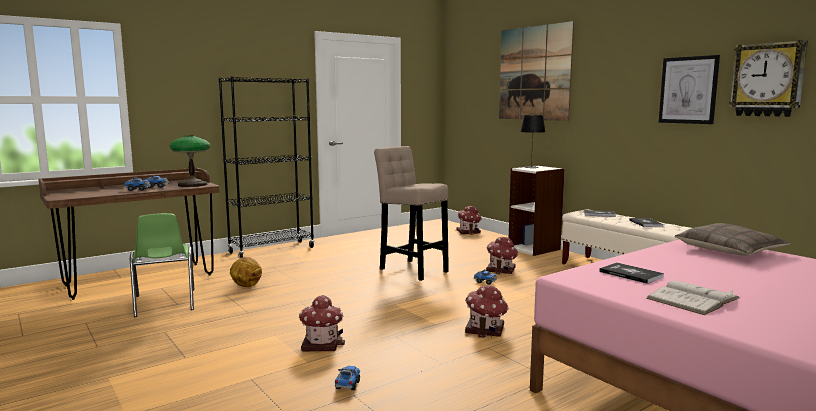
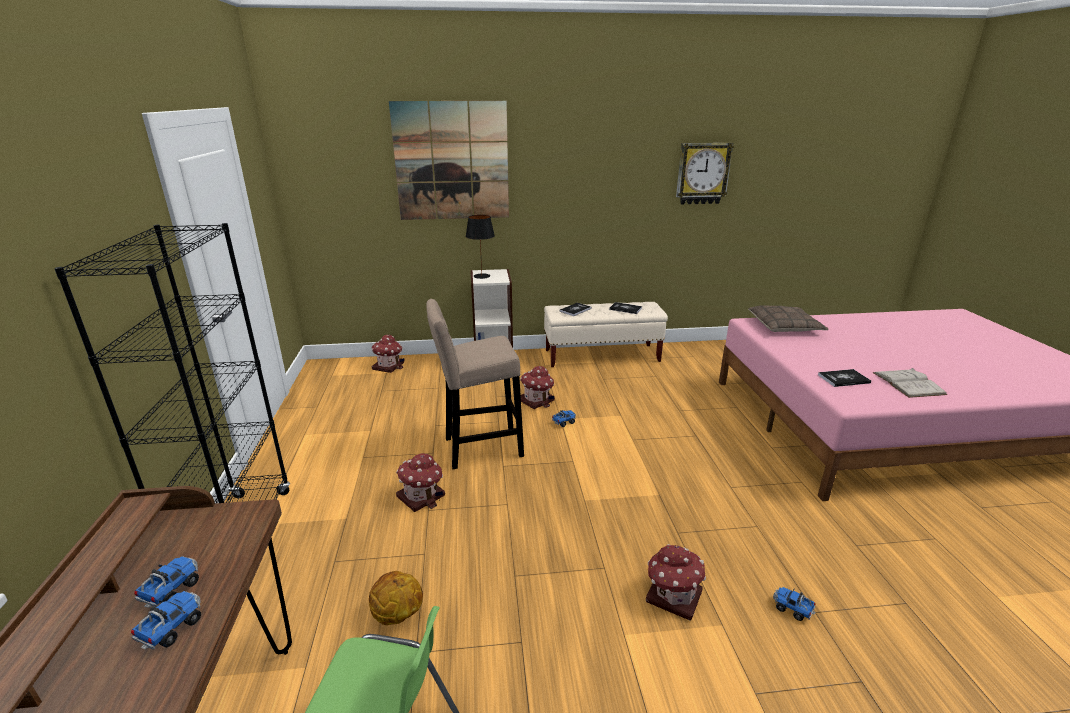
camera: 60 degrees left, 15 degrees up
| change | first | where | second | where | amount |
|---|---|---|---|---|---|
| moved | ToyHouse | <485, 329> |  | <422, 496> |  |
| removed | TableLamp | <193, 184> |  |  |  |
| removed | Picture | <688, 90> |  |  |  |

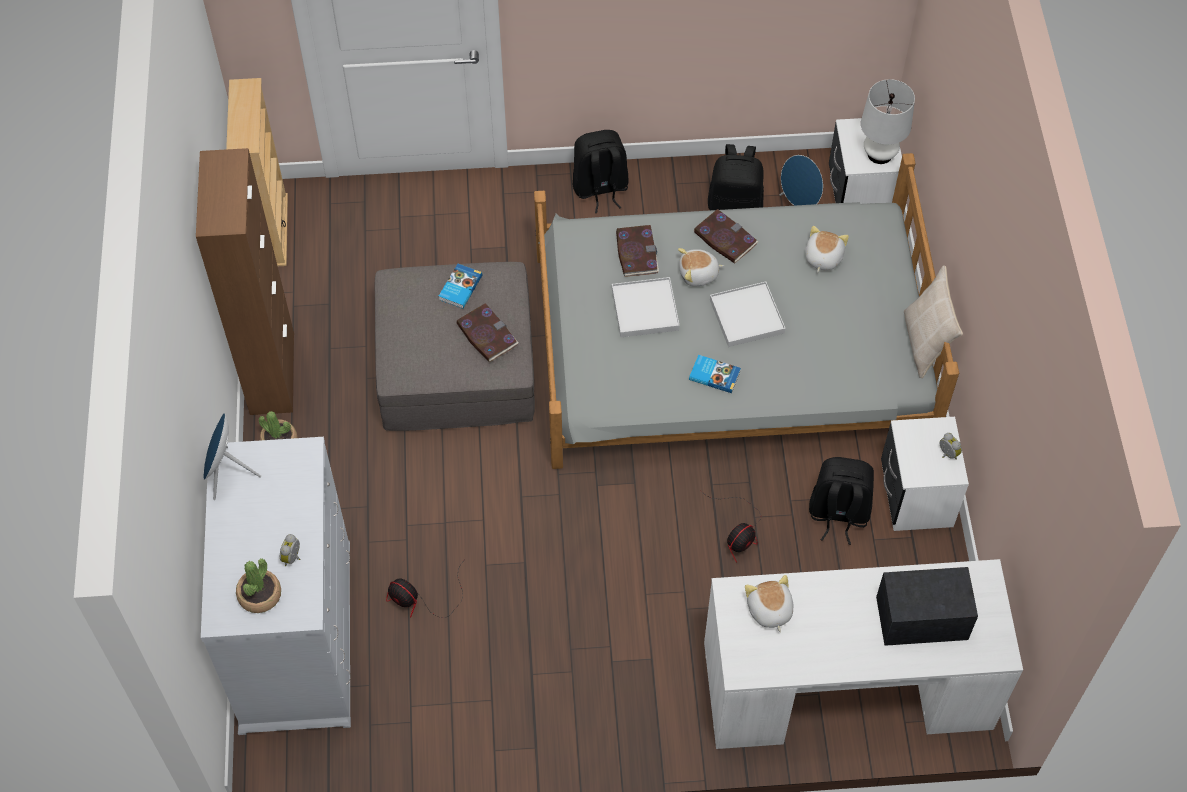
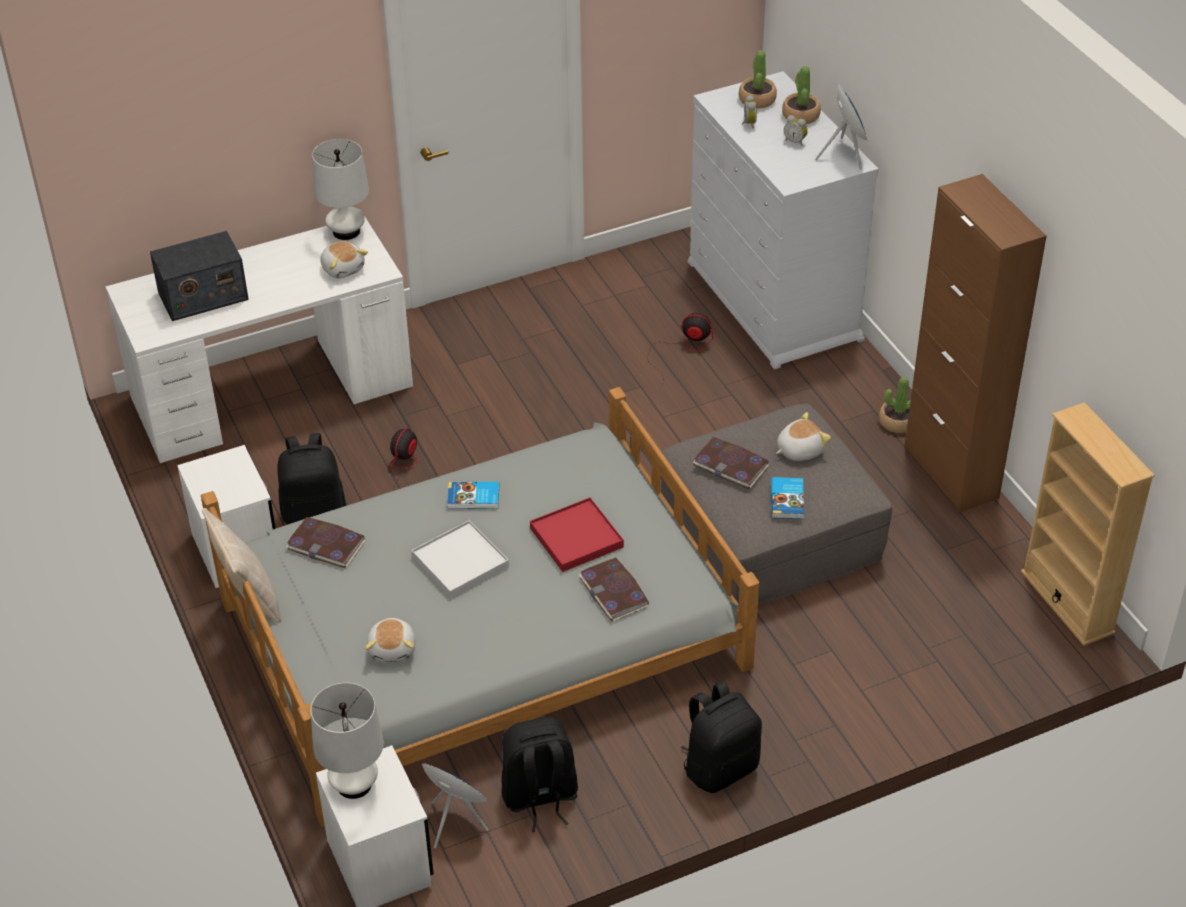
camera: 160 degrees right, 15 degrees down
| change | first | where | second | where | amount |
|---|---|---|---|---|---|
| moved | Book | <724, 238> |  | <326, 545> |  |
| added |  |  | WhiteTableLamp | <346, 231> |  |
| recoloured | WhiteTray | <645, 309> | RedTray | <576, 537> |  |
| moved | PlushToy | <698, 274> |  | <799, 450> |  |
| added |  |  | PottedPlant | <800, 115> |  |
| moved | AlarmClock | <947, 454> |  | <795, 141> |  |

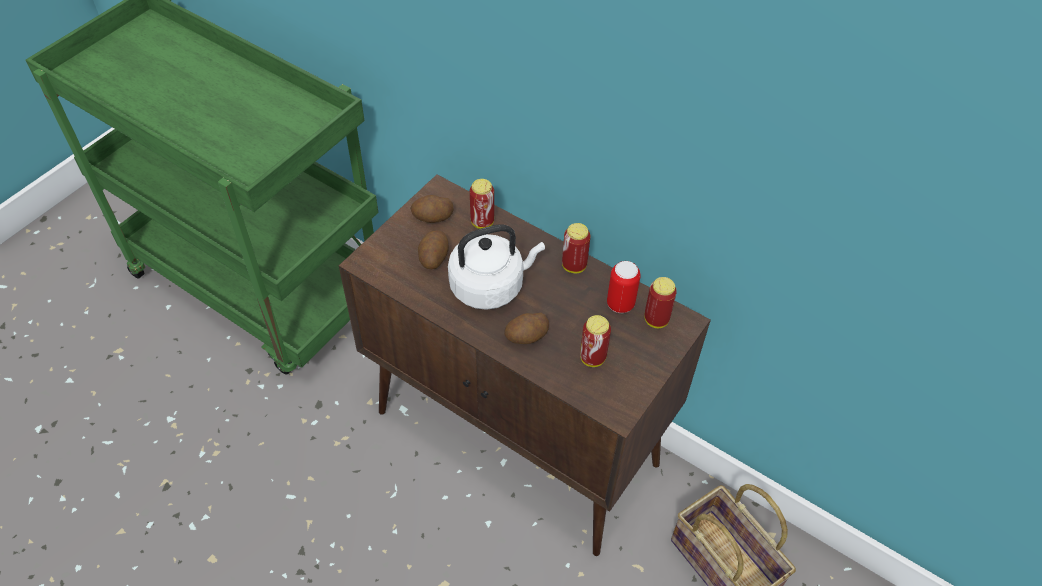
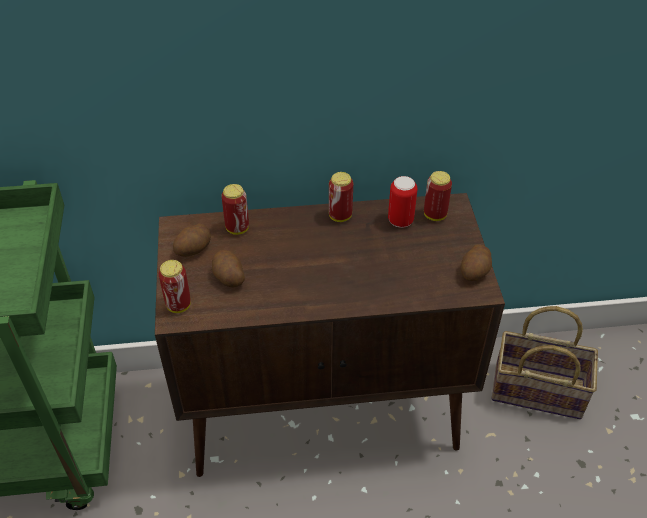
camera: 40 degrees left, 5 degrees down
| change | first | where | second | where | amount |
|---|---|---|---|---|---|
| moved | Can | <592, 358> |  | <178, 305> |  |
| moved | Potato | <527, 336> |  | <475, 271> |  |
| removed | WhiteKettle | <490, 286> |  |  |  |

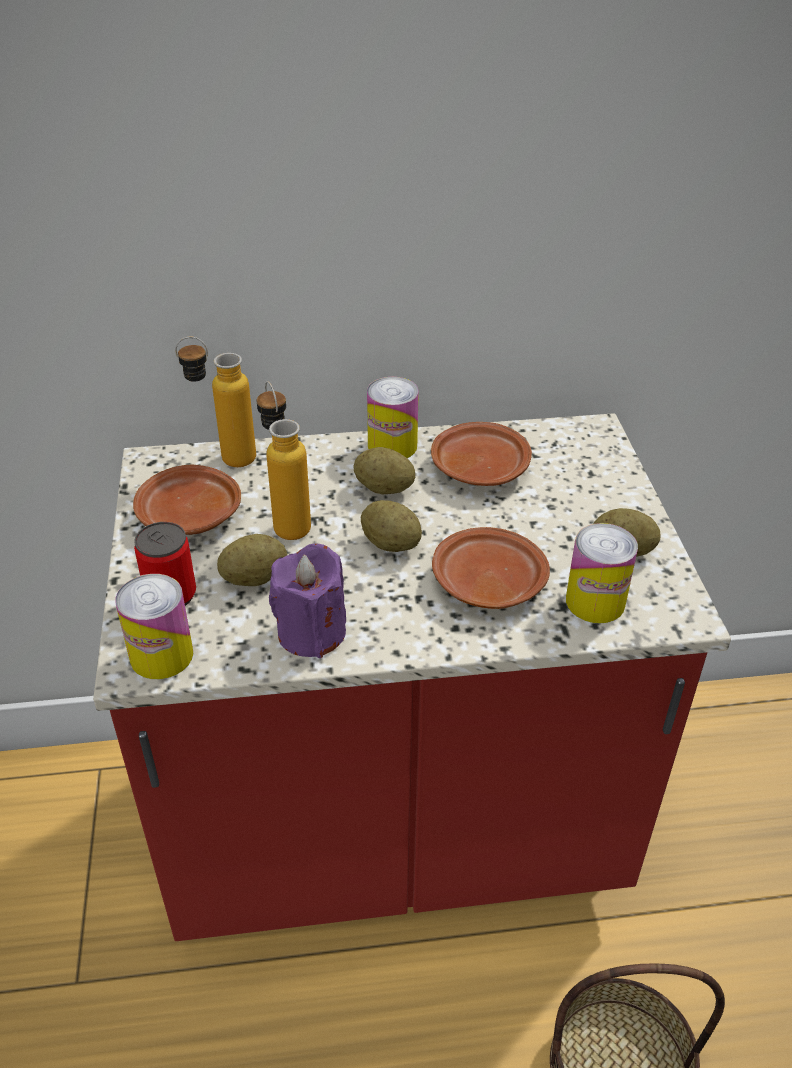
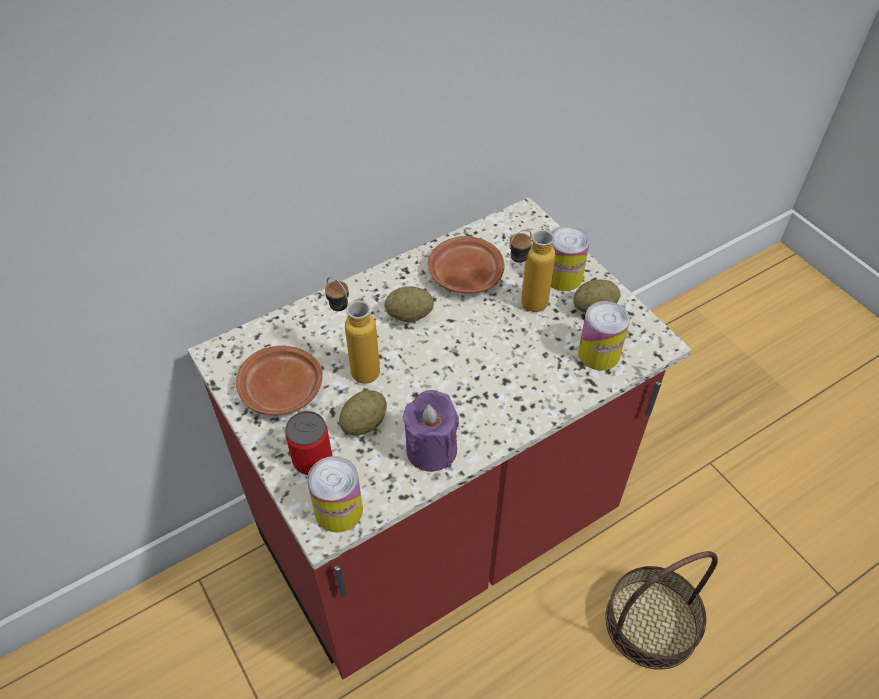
camera: 25 degrees left, 10 degrees up
| change | first | where | second | where | amount |
|---|---|---|---|---|---|
| moved | Bottle | <224, 459> |  | <524, 307> |  |
| moved | Can | <392, 446> |  | <563, 276> |  |
| removed | Potato | <390, 544> |  |  |  |
| removed | BrownPlate | <487, 583> |  |  |  |

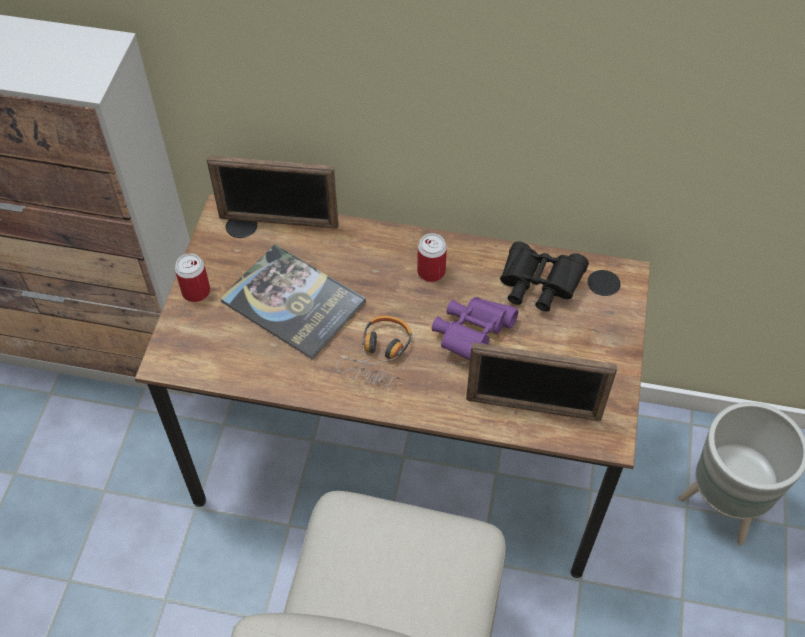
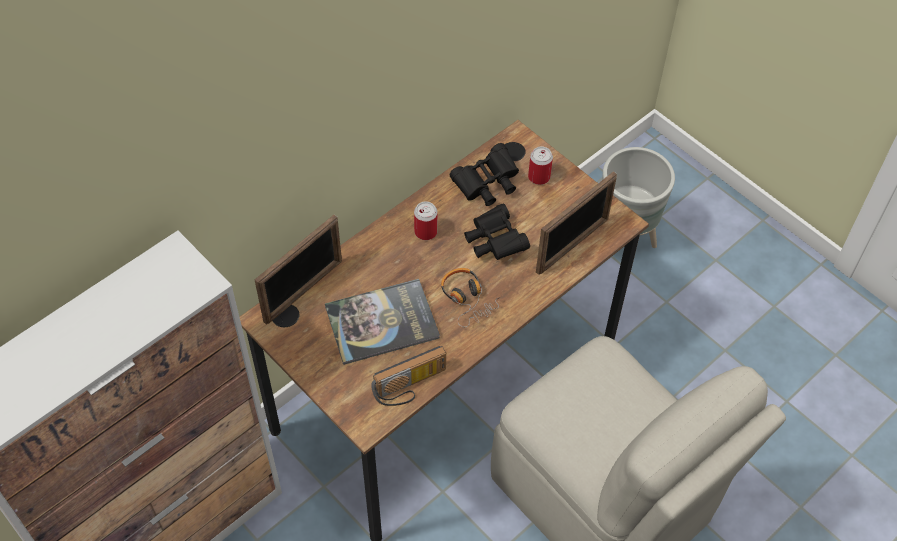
camera: 55 degrees left, 0 degrees up
| change | first | where | second | where | amount |
|---|---|---|---|---|---|
| added |  |  | Radio | <411, 387> |  |
| recoloured | PurpleBinoculars | <472, 335> | BlackBinoculars | <494, 242> |  |
| moved | Can | <196, 291> |  | <539, 177> |  |

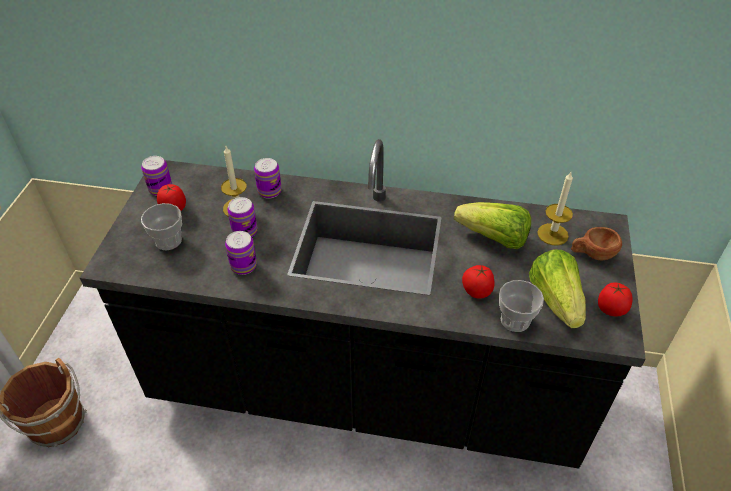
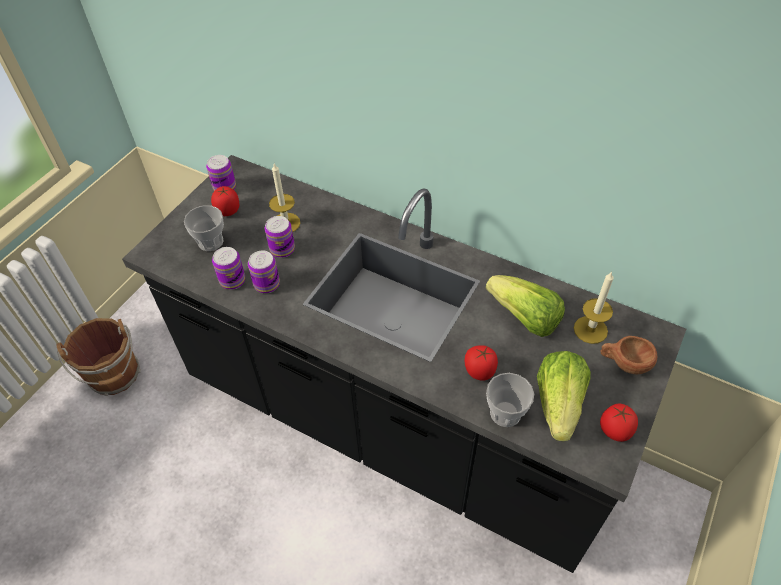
camera: 20 degrees right, 5 degrees up
| change | first | where | second | where | amount |
|---|---|---|---|---|---|
| moved | Can | <269, 191> |  | <232, 280> |  |

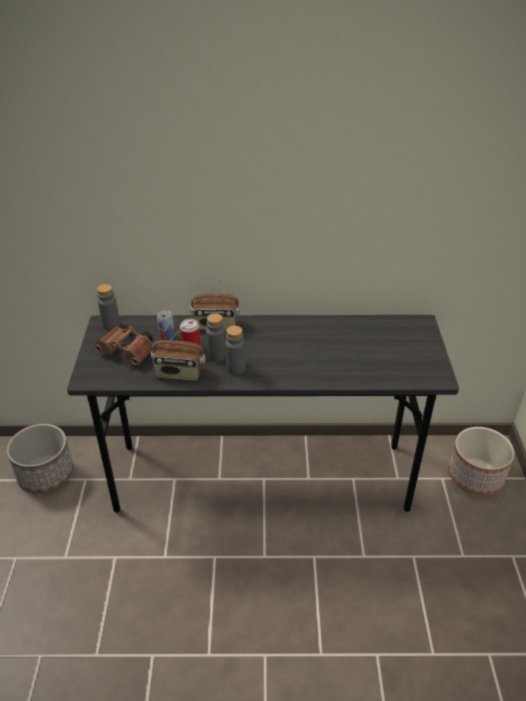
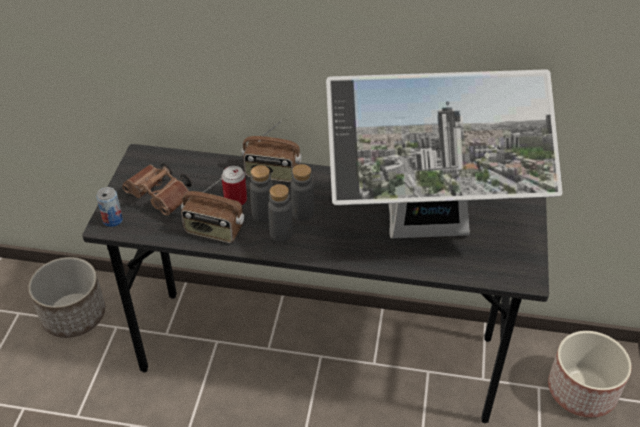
camera: 10 degrees right, 5 degrees up
| change | first | where | second | where | amount |
|---|---|---|---|---|---|
| moved | Can | <167, 338> |  | <112, 220> |  |
| moved | GreyBottle | <111, 325> |  | <302, 213> |  |
| added |  |  | Monitor | <429, 233> |  |

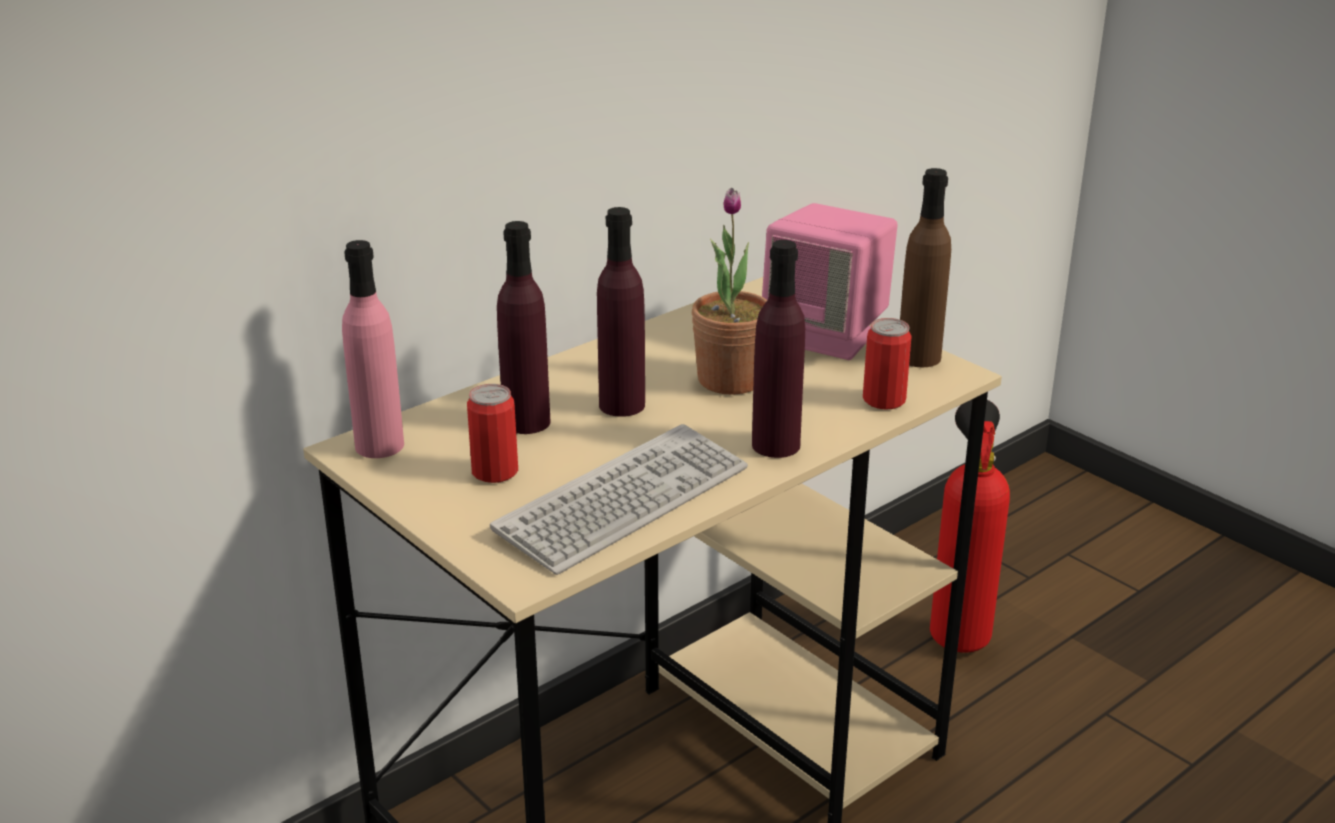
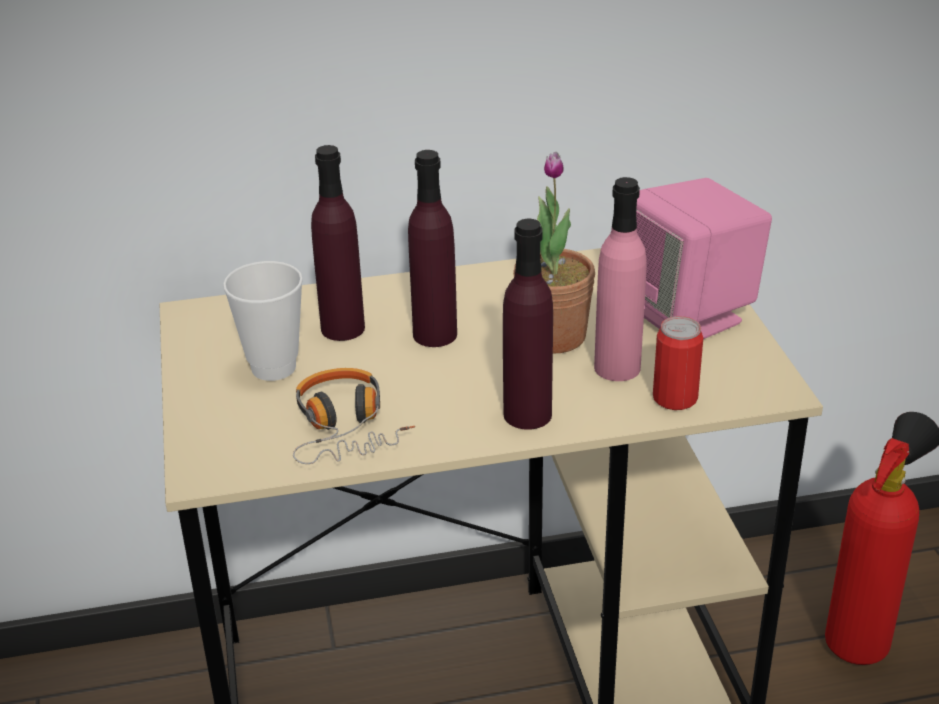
camera: 30 degrees right, 5 degrees up
| change | first | where | second | where | amount |
|---|---|---|---|---|---|
| replaced | Can | <495, 472> | Cup | <273, 368> |  |
| replaced | Keyboard | <623, 501> | Headphones | <345, 428> |  |
| moved | PinkBottle | <379, 445> |  | <617, 368> |  |
| removed | BrownBottle | <918, 357> |  |  |  |

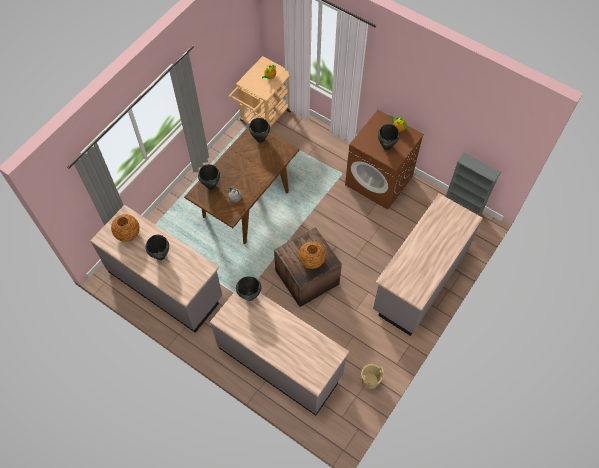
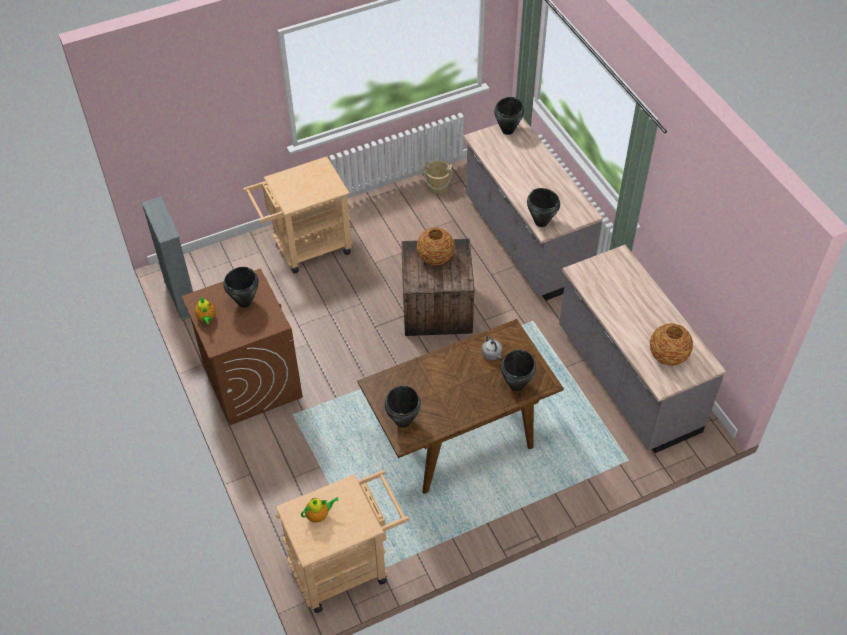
camera: 150 degrees left, 10 degrees down
| change | first | where | second | where | amount |
|---|---|---|---|---|---|
| replaced | GreyCounter | <419, 280> | BeigeCart | <305, 248> |  |
| moved | BlackCookingPot | <160, 256> |  | <508, 130> |  |

